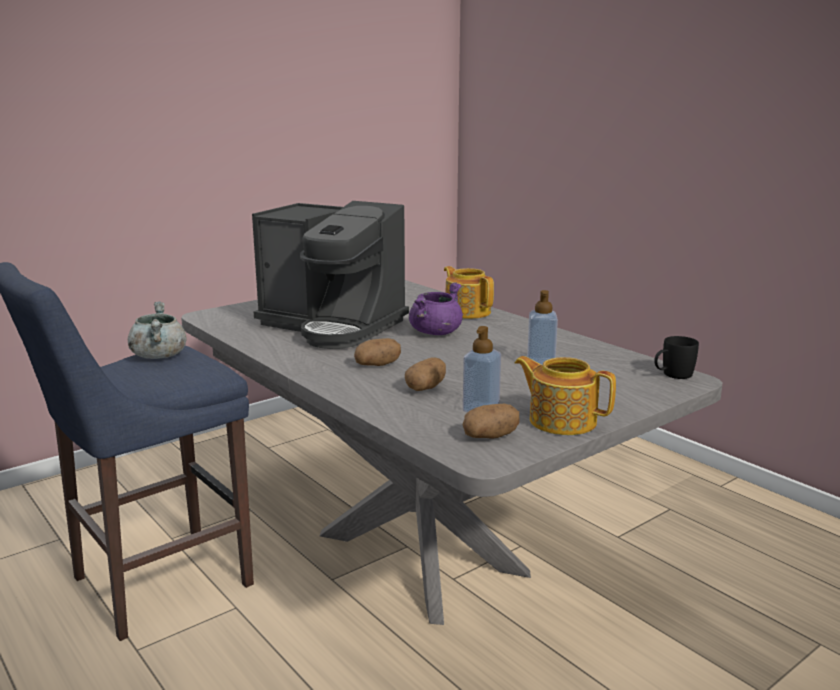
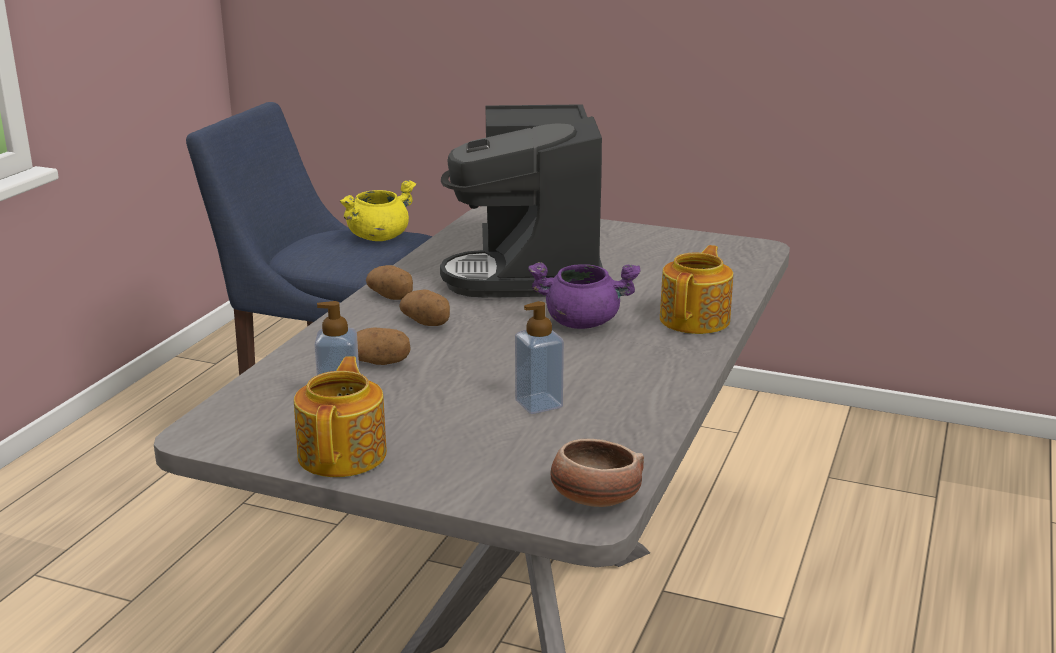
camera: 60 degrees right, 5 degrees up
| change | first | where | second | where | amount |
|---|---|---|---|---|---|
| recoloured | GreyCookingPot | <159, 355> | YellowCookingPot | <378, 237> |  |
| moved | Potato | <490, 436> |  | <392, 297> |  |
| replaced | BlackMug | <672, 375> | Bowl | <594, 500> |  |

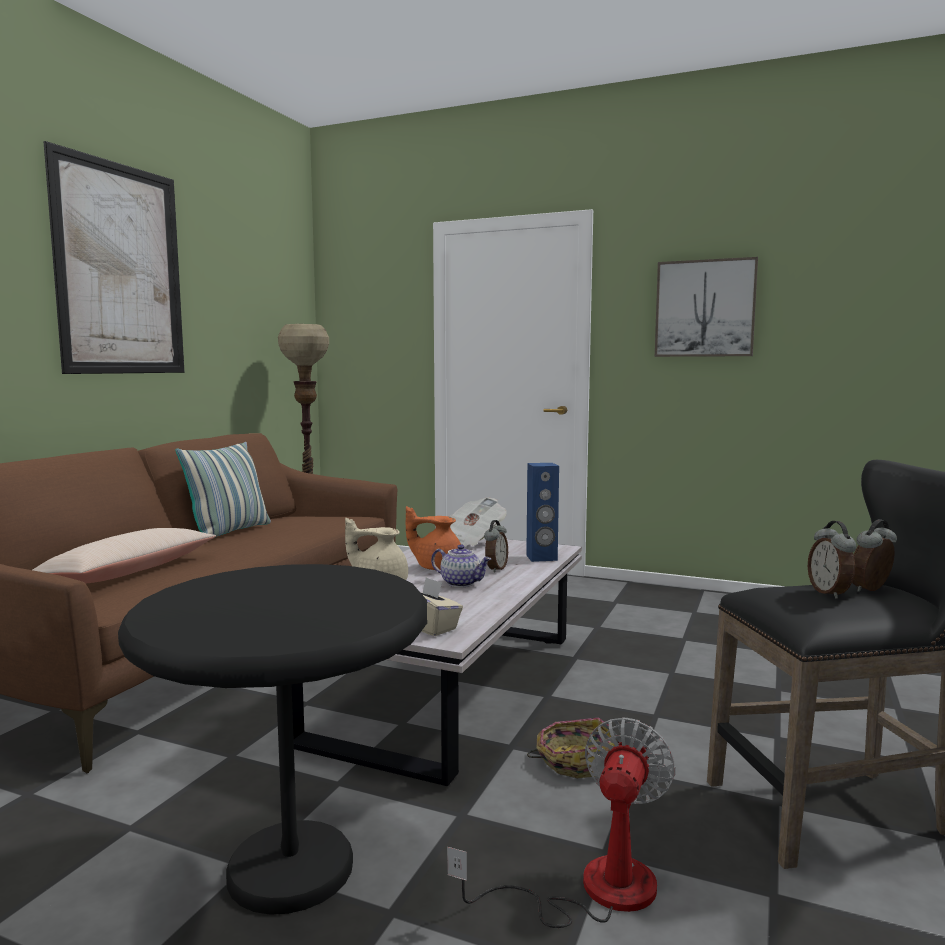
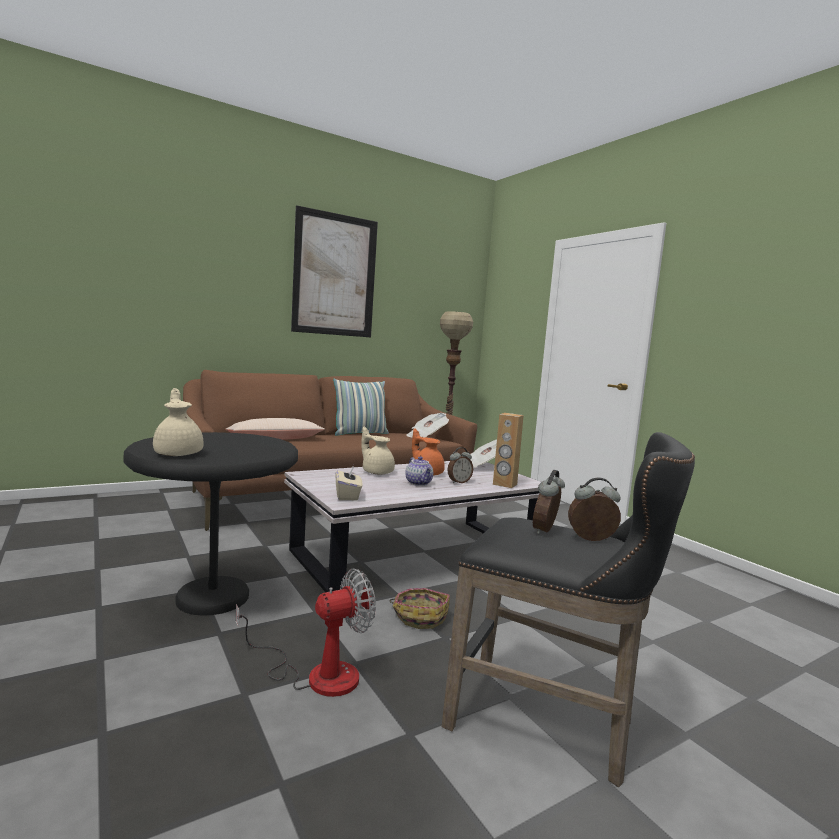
camera: 35 degrees right, 0 degrees up
| change | first | where | second | where | amount |
|---|---|---|---|---|---|
| added |  |  | BeigeTeapot | <179, 453> |  |
| added |  |  | Newspaper | <426, 436> |  |
| recoloured | BlueSpeaker | <541, 558> | BrownSpeaker | <504, 484> |  |
| removed | Picture | <705, 308> |  |  |  |

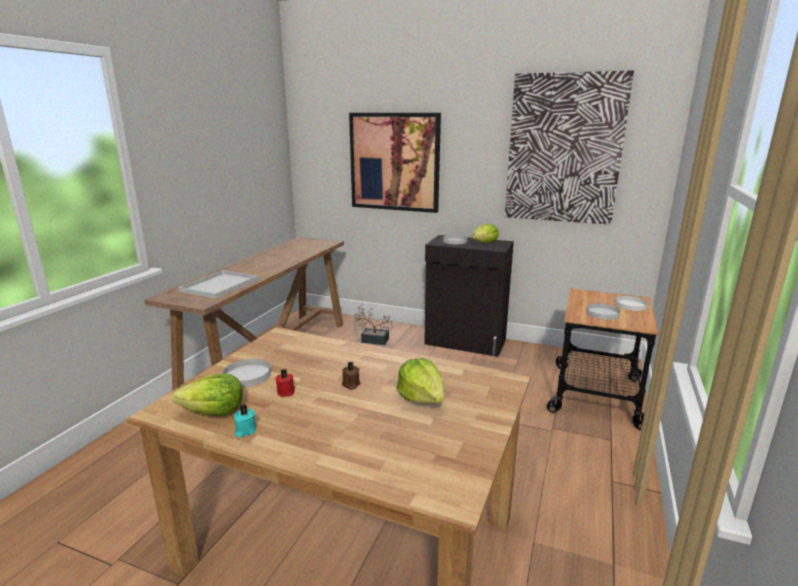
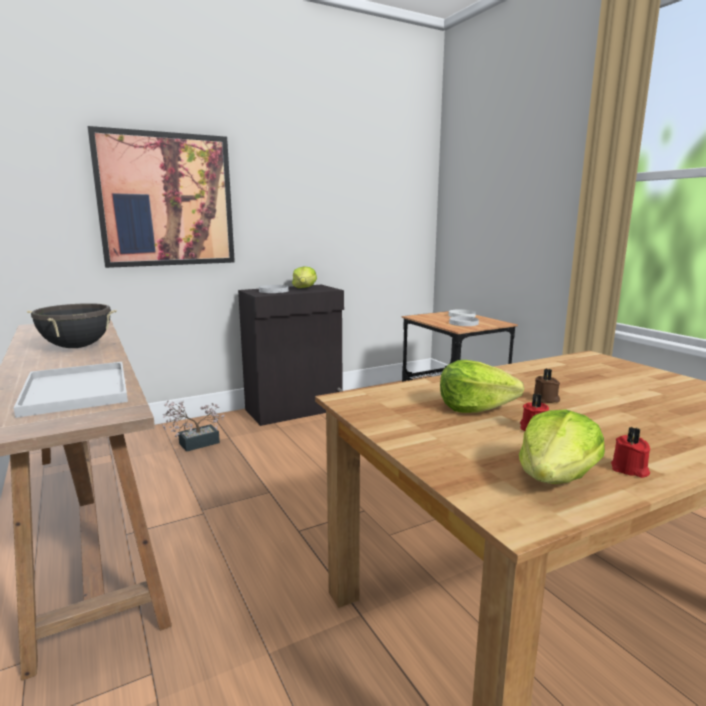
camera: 50 degrees left, 5 degrees down
| change | first | where | second | where | amount |
|---|---|---|---|---|---|
| added |  |  | BlackCookingPot | <77, 347> |  |
| moved | Lettuce | <422, 397> |  | <474, 407> |  |
| recoloured | TurquoiseCandle | <245, 431> | RedCandle | <629, 470> |  |
| removed | WhitePlate | <247, 375> |  |  |  |
| removed | Picture | <564, 149> |  |  |  |

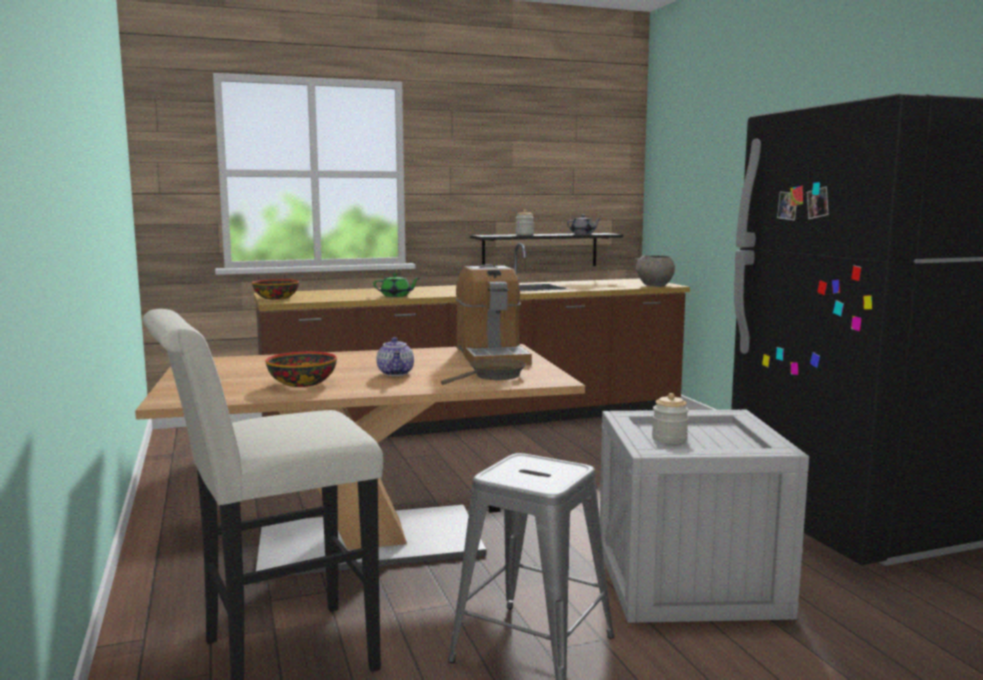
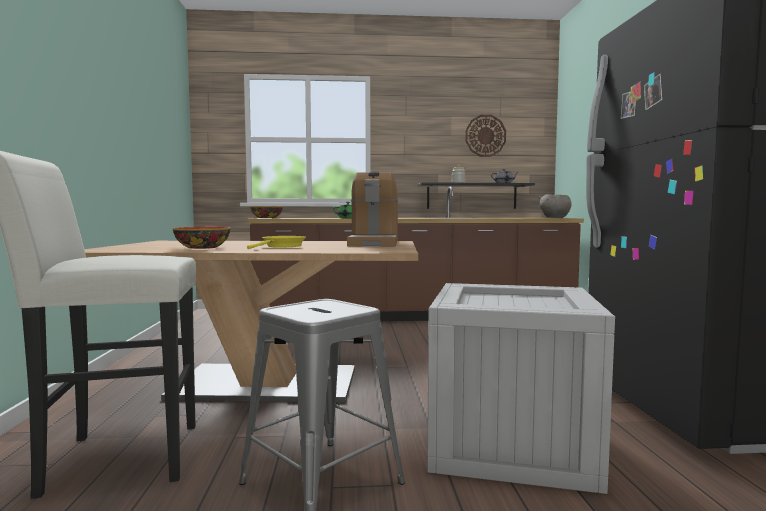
camera: 15 degrees right, 5 degrees down
| change | first | where | second | where | amount |
|---|---|---|---|---|---|
| replaced | Teapot | <396, 373> | YellowFryingPan | <282, 246> |  |
| added |  |  | WallClock | <485, 135> |  |
| removed | BrownFryingPan | <494, 376> |  |  |  |
| removed | Jar | <669, 439> |  |  |  |

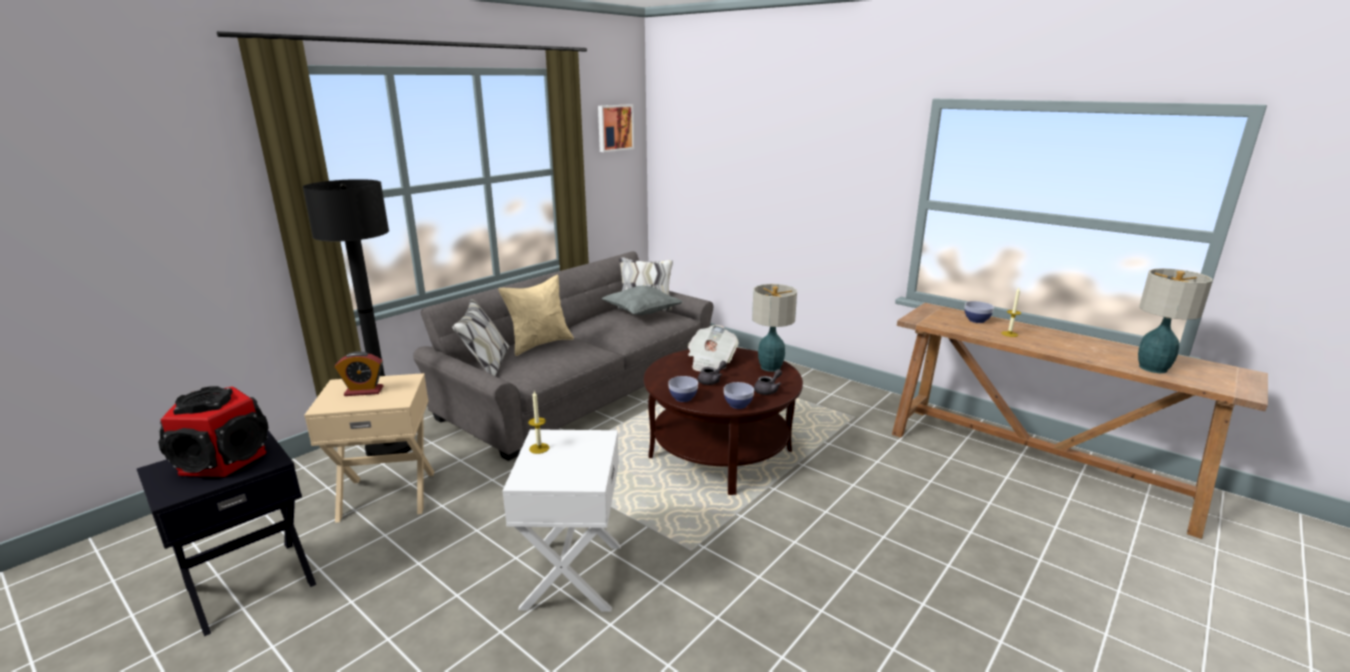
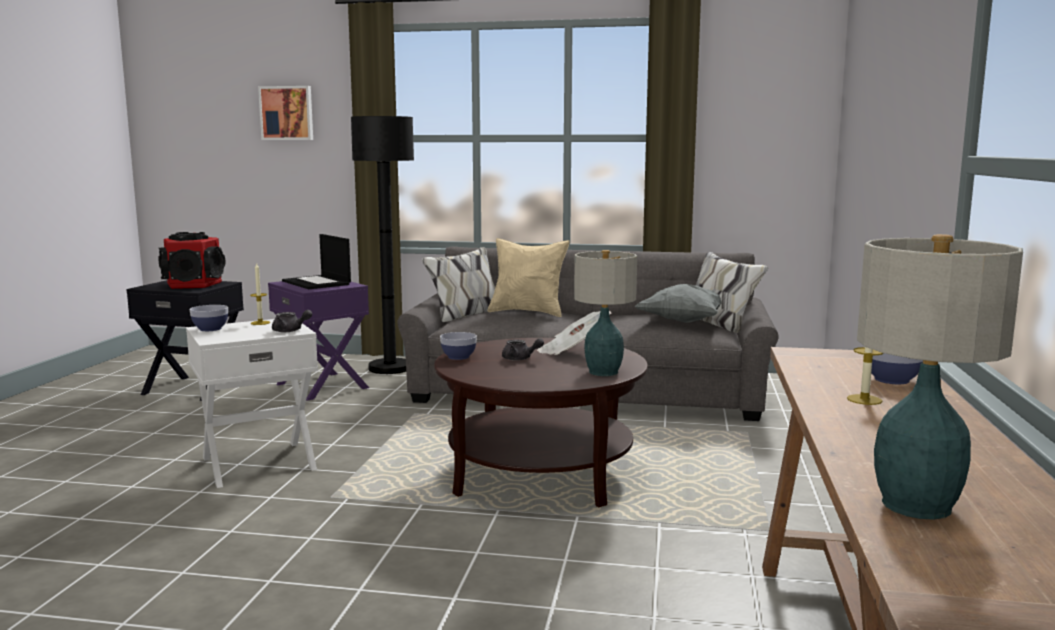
camera: 60 degrees right, 10 degrees down
| change | first | where | second | where | amount |
|---|---|---|---|---|---|
| moved | Bowl | <738, 404> |  | <210, 329> |  |
| moved | Picture | <614, 127> |  | <287, 113> |  |
| recoloured | BeigeSideTable | <388, 494> | PurpleSideTable | <323, 386> |  |
| moved | GreyTeapot | <768, 390> |  | <290, 331> |  |
| replaced | AlarmClock | <364, 391> | Laptop | <317, 283> |  |

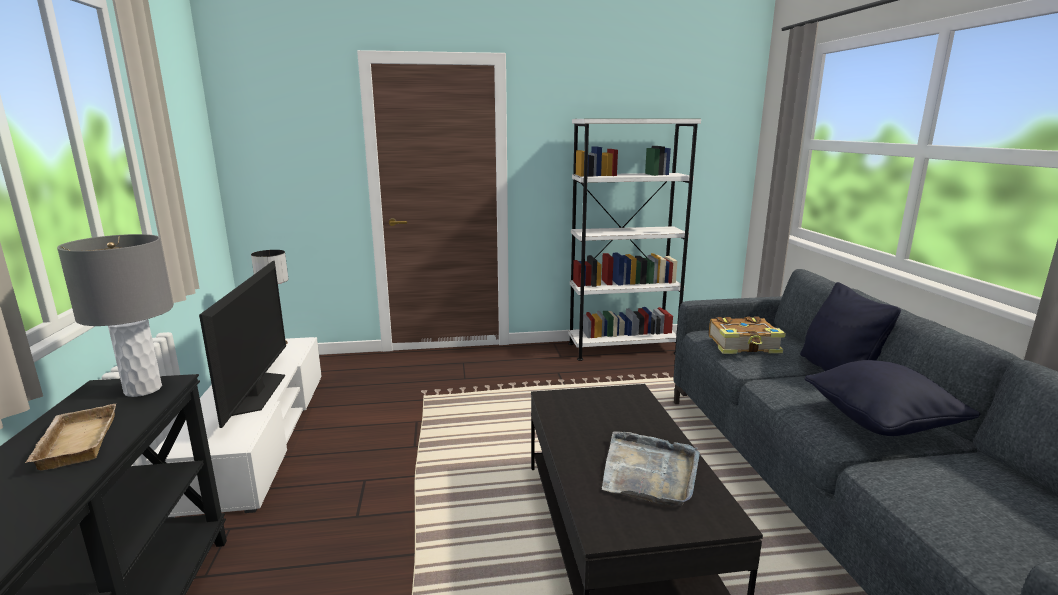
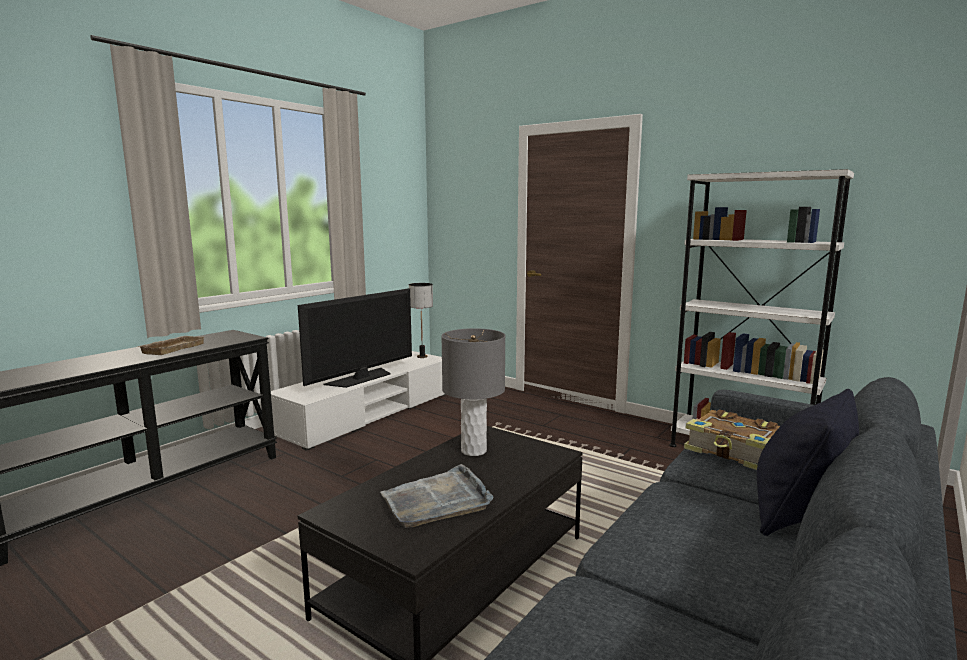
camera: 45 degrees right, 5 degrees down
| change | first | where | second | where | amount |
|---|---|---|---|---|---|
| moved | GreyTableLamp | <143, 389> |  | <474, 451> |  |
| removed | BlackPillow | <880, 423> |  |  |  |

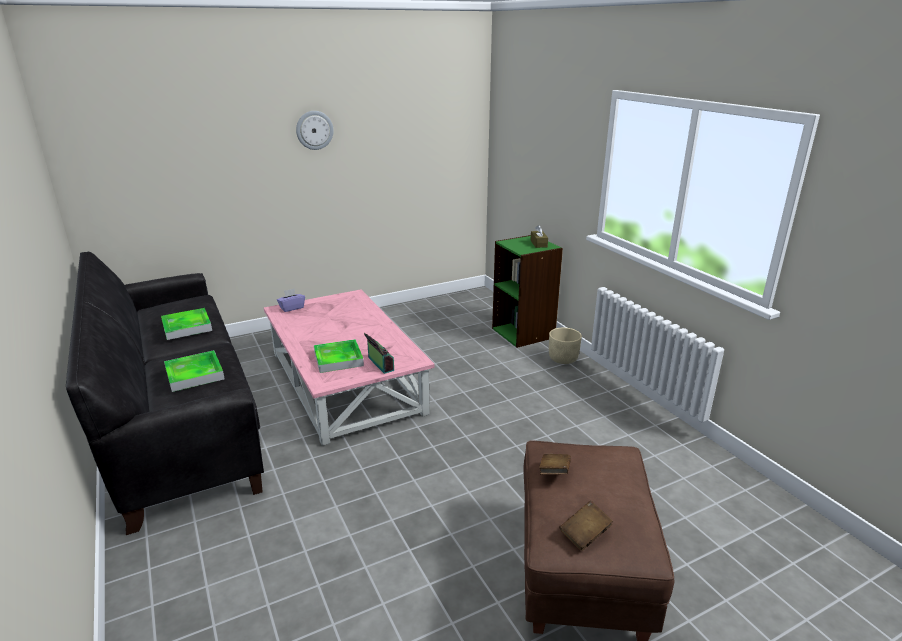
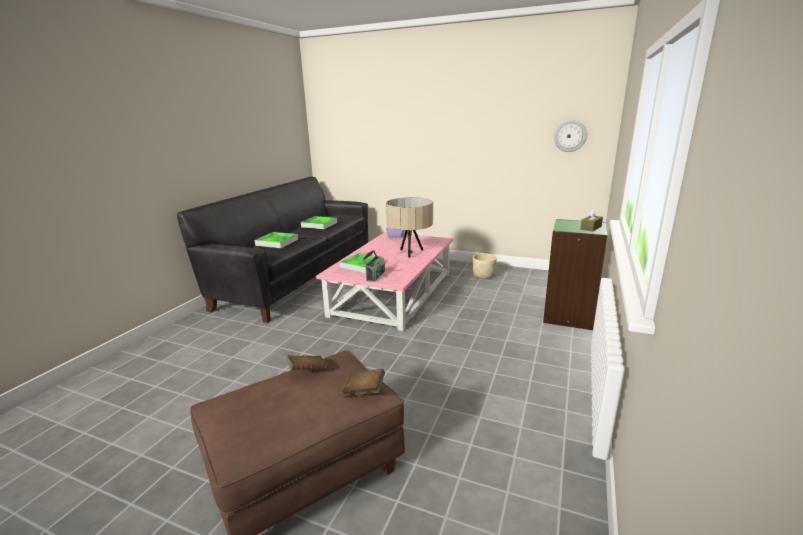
camera: 50 degrees right, 5 degrees down
| change | first | where | second | where | amount |
|---|---|---|---|---|---|
| moved | BrownBook | <585, 534> |  | <364, 391> |  |
| added |  |  | BeigeTableLamp | <410, 253> |  |
| moved | BeigePlanter | <563, 359> |  | <483, 276> |  |
| moved | WallClock | <314, 130> |  | <570, 136> |  |

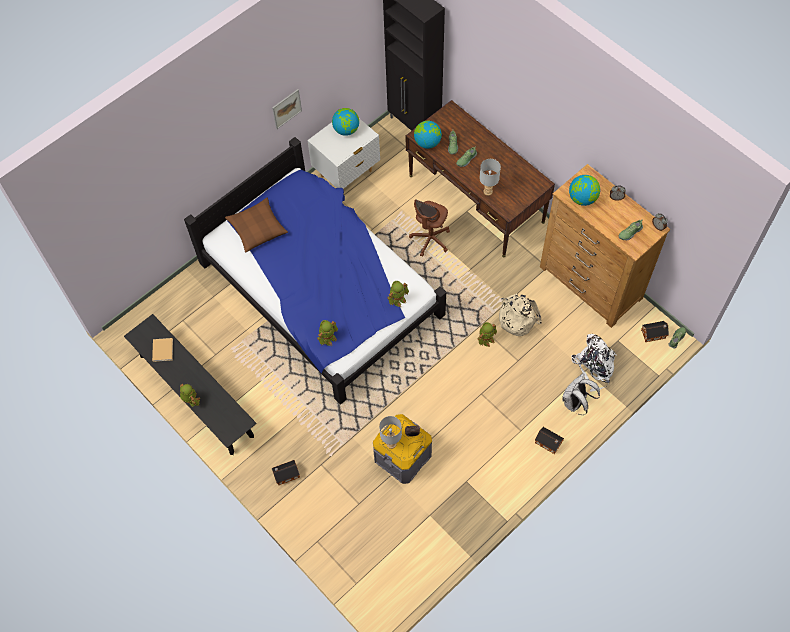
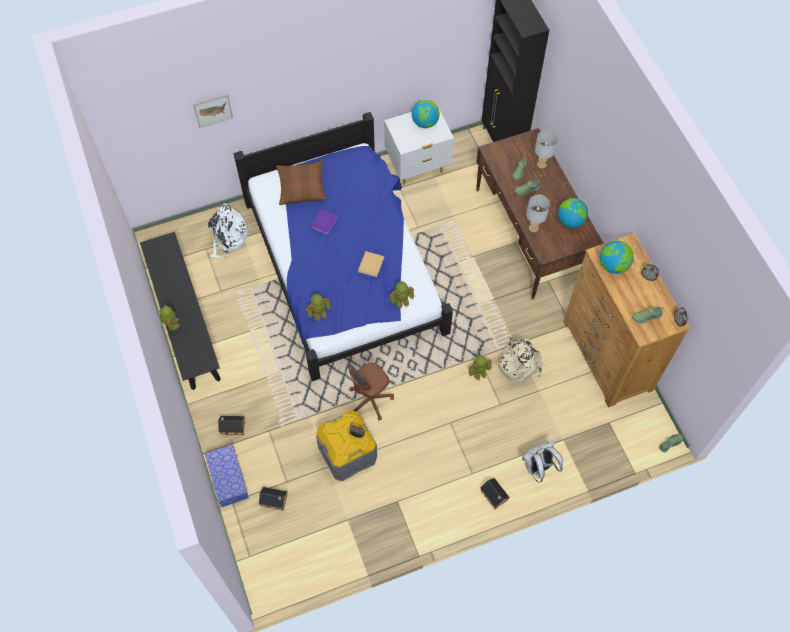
camera: 20 degrees right, 0 degrees up
| change | first | where | second | where | amount |
|---|---|---|---|---|---|
| moved | Picture | <286, 108> |  | <213, 110> |  |
| added |  |  | StorageBox | <228, 479> |  |
| moved | WhiteBackpack | <594, 366> |  | <228, 238> |  |
| moved | ToyHouse | <654, 334> |  | <275, 501> |  |
| added |  |  | PurpleBook | <325, 221> |  |
| moved | BrownOfficeChair | <430, 240> |  | <370, 400> |  |
| moved | BeigeBook | <163, 349> |  | <371, 264> |  |
| moved | GreyTableLamp | <391, 443> |  | <542, 164> |  |
| moved | Globe | <427, 142> |  | <570, 221> |  |

